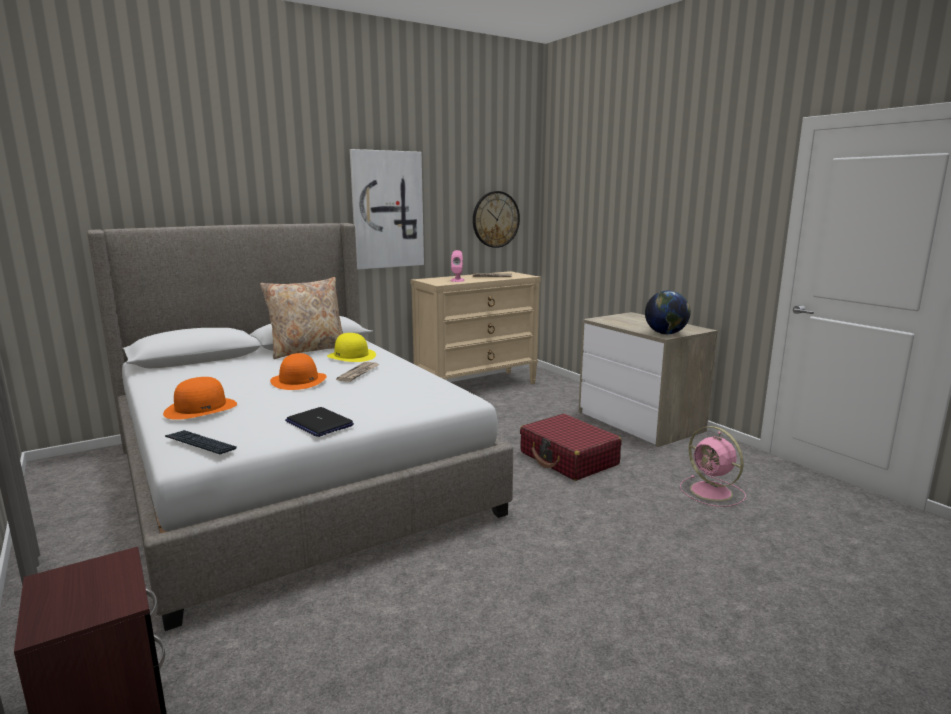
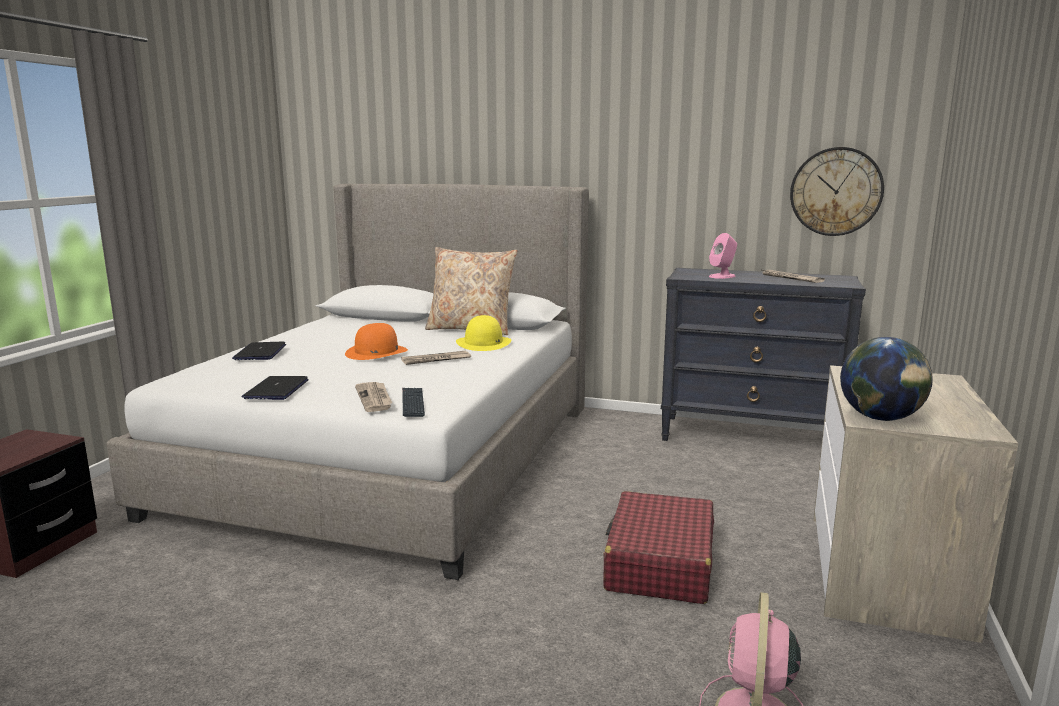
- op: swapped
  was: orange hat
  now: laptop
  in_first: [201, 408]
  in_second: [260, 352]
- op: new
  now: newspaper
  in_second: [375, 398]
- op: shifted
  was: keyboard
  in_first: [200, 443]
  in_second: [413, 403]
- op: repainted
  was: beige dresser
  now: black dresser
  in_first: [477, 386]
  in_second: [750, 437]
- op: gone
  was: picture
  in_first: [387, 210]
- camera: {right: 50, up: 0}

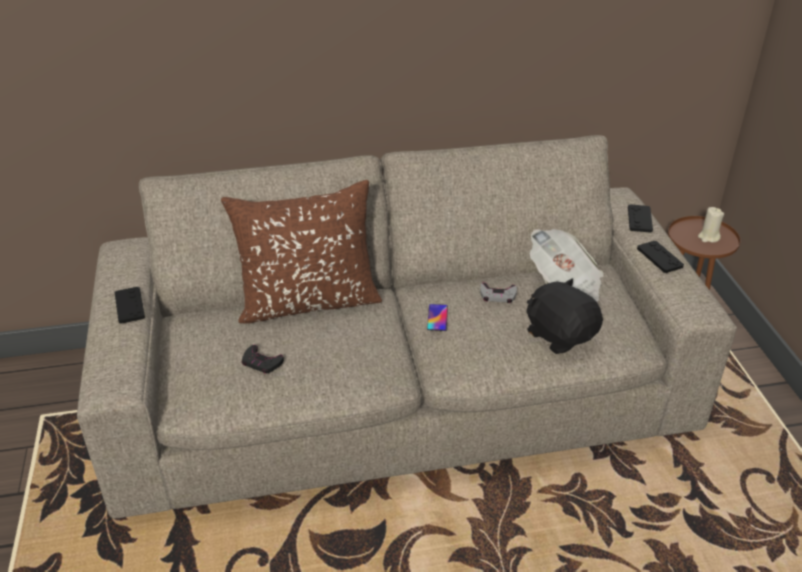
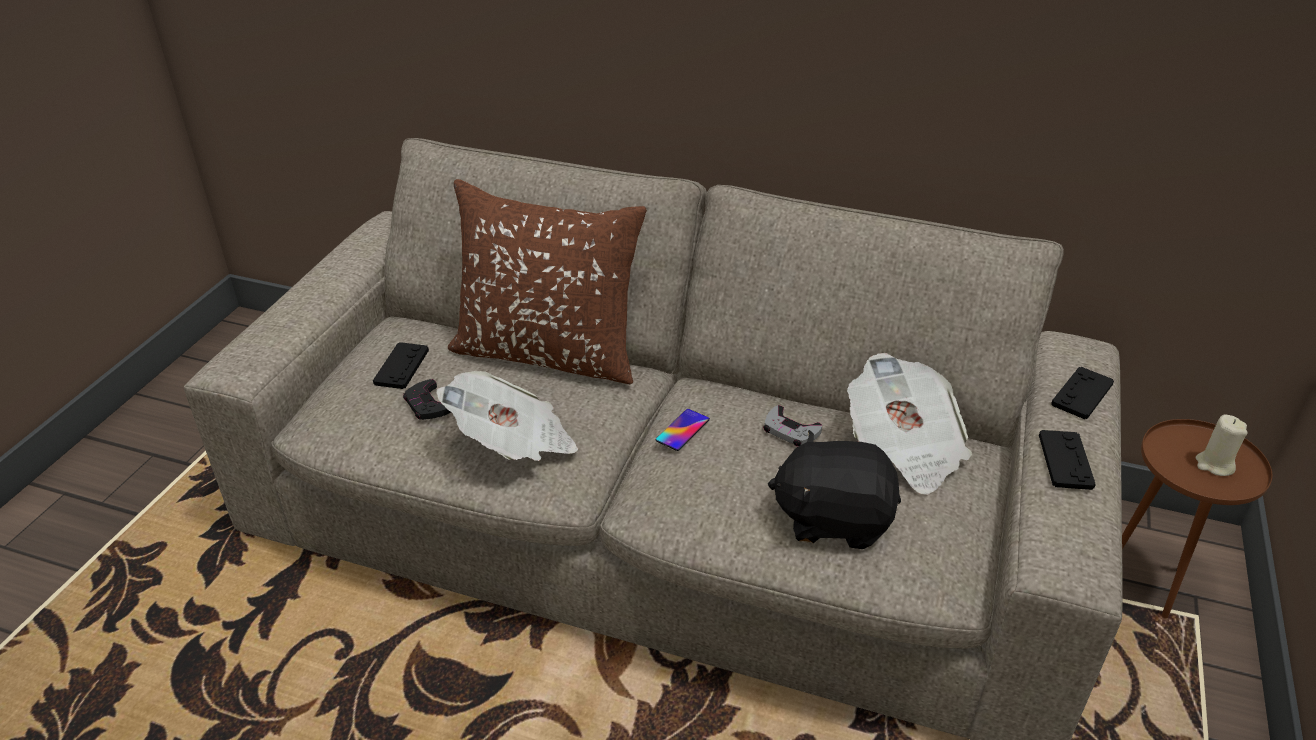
- op: shifted
  was: black game controller
  in_first: [129, 306]
  in_second: [401, 367]
- op: new
  now: newspaper
  in_second: [513, 444]
- op: rotated
  was: black plush toy
  in_first: [560, 335]
  in_second: [833, 518]
  clockwise: -75
- camera: {right: 30, up: 0}

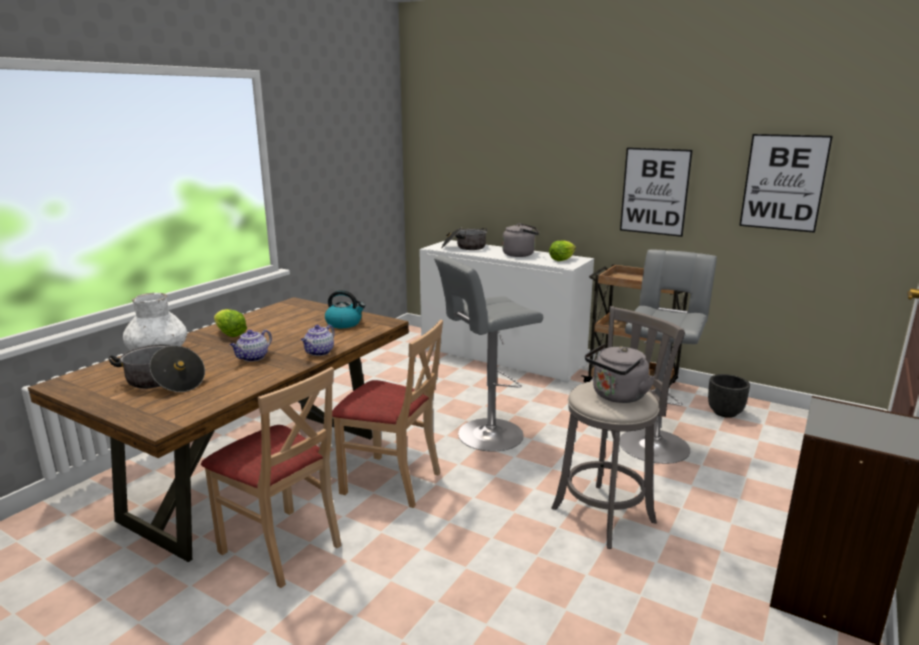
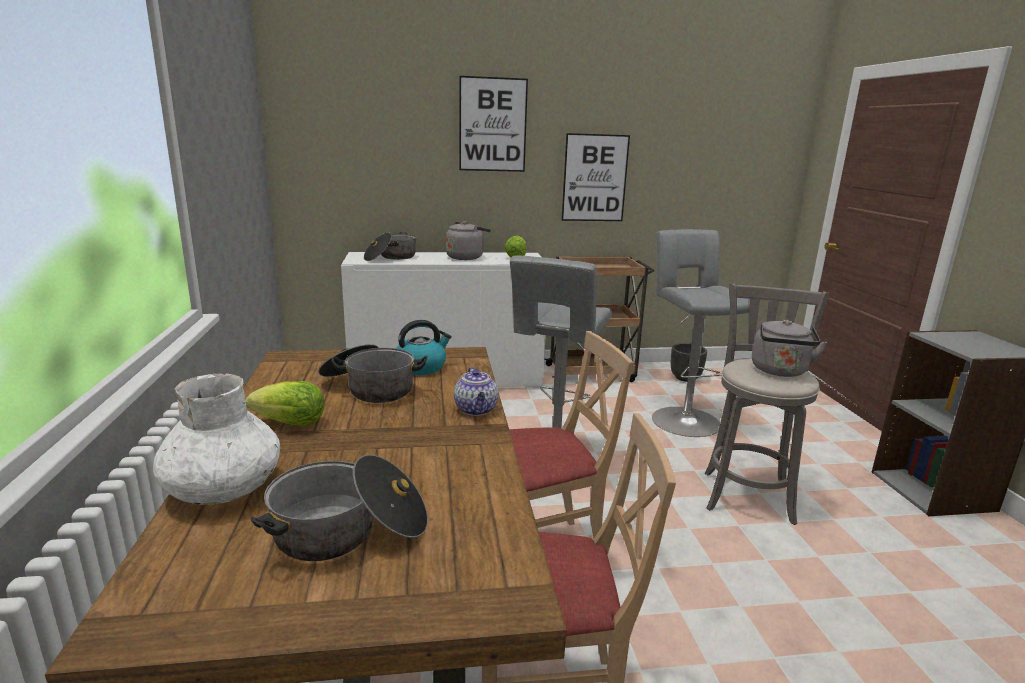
- op: new
  now: cooking pot
  in_second: [370, 388]
- op: shifted
  was: picture
  in_first: [783, 182]
  in_second: [492, 125]
- op: gone
  was: teapot
  in_first: [253, 358]
- camera: {right: -40, up: 0}

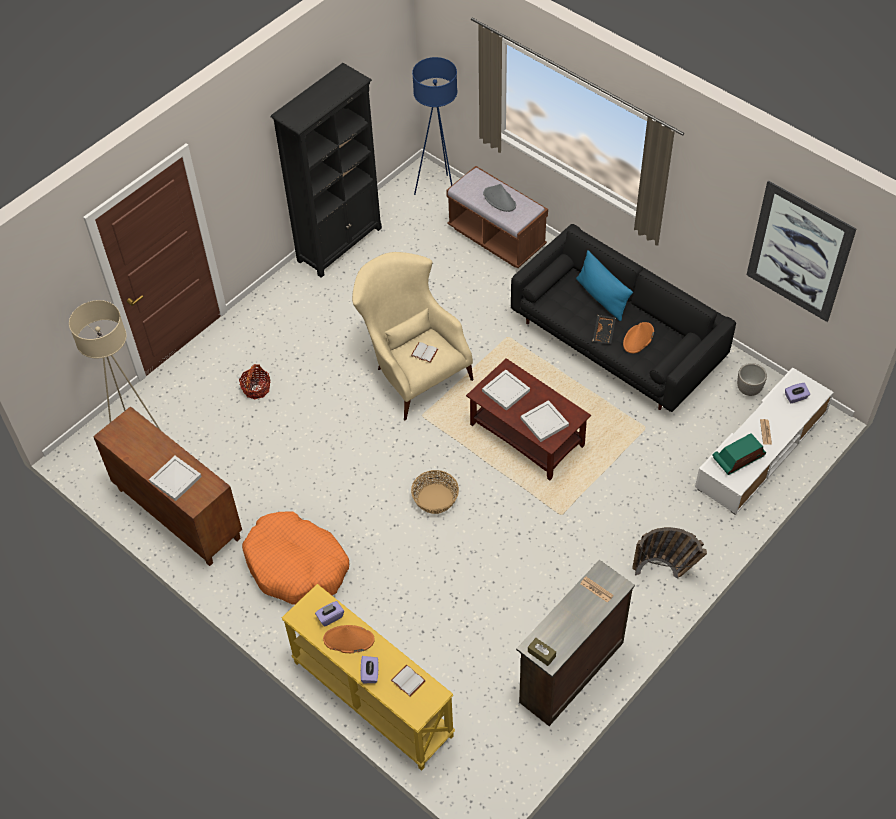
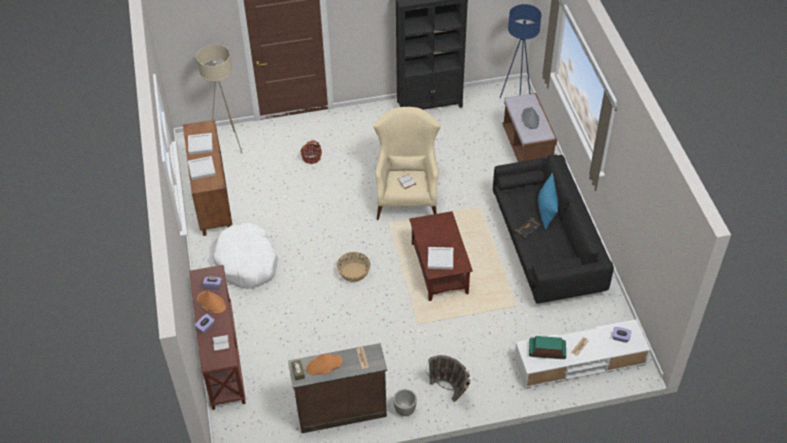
- op: shifted
  was: white tray
  in_first: [506, 390]
  in_second: [200, 144]
- op: repainted
  was: yellow console table
  now: brown console table
  in_first: [371, 699]
  in_second: [221, 356]
- op: repainted
  was: orange dog bed
  now: white dog bed
  in_first: [297, 565]
  in_second: [247, 262]
- op: shifted
  was: orange hat
  in_first: [638, 338]
  in_second: [324, 365]
- op: shifted
  was: planter
  in_first: [748, 389]
  in_second: [405, 410]
- op: gone
  was: picture
  in_first: [799, 252]
- camera: {right: 35, up: -5}

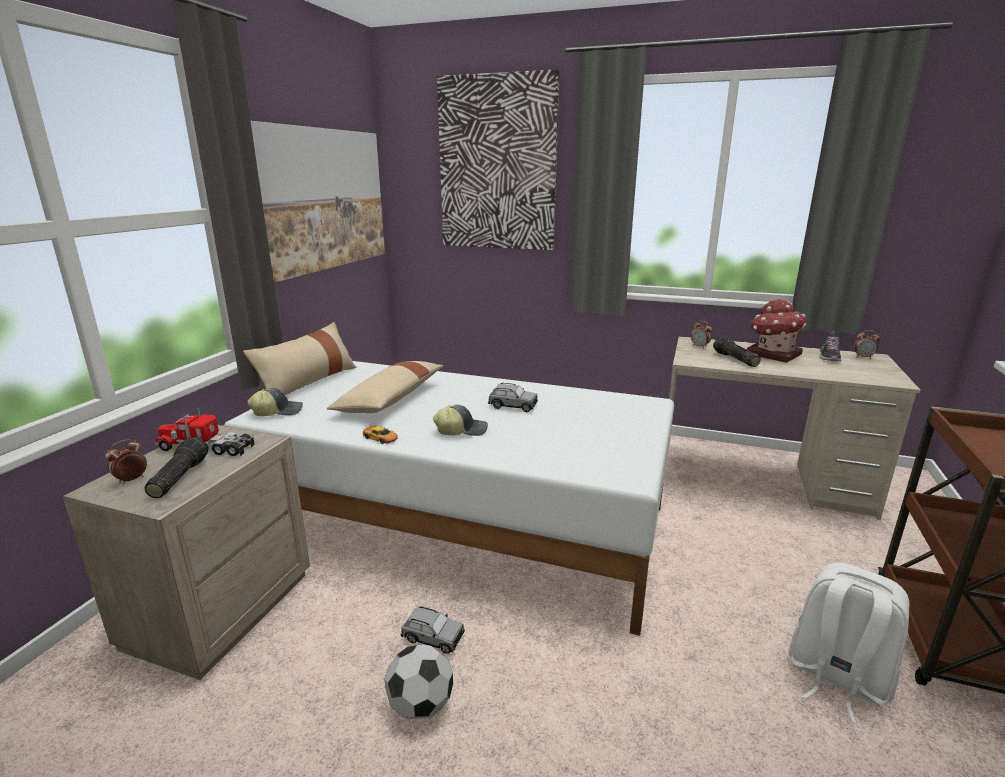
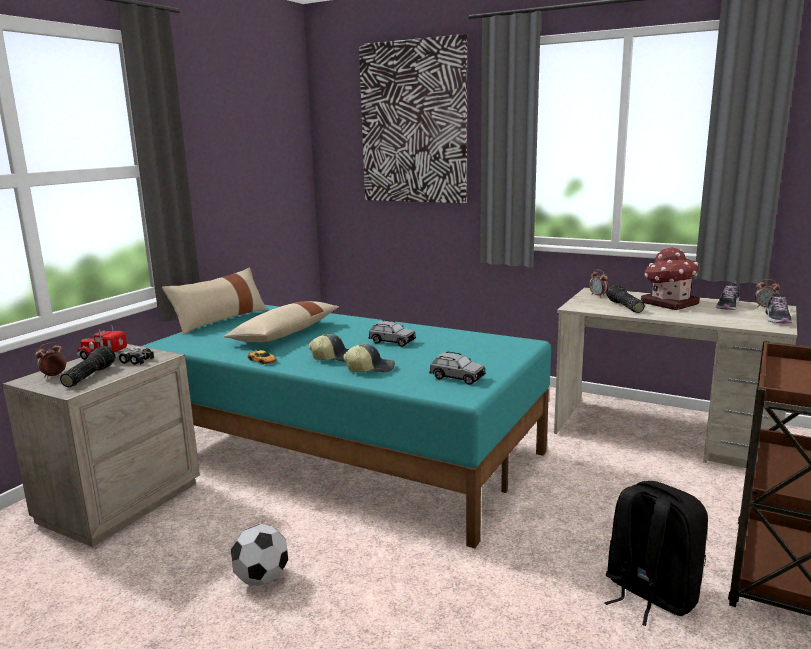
- op: repainted
  was: white bed
  now: turquoise bed
  in_first: [461, 519]
  in_second: [347, 451]
- op: shifted
  was: cap
  in_first: [278, 411]
  in_second: [370, 368]
- op: shifted
  was: grey toy car
  in_first: [433, 637]
  in_second: [457, 377]
- op: repainted
  was: white backpack
  now: black backpack
  in_first: [836, 677]
  in_second: [649, 594]
- op: new
  now: shoe
  in_second: [777, 319]
- op: gone
  was: picture
  in_first: [322, 199]
- camera: {right: 10, up: -5}

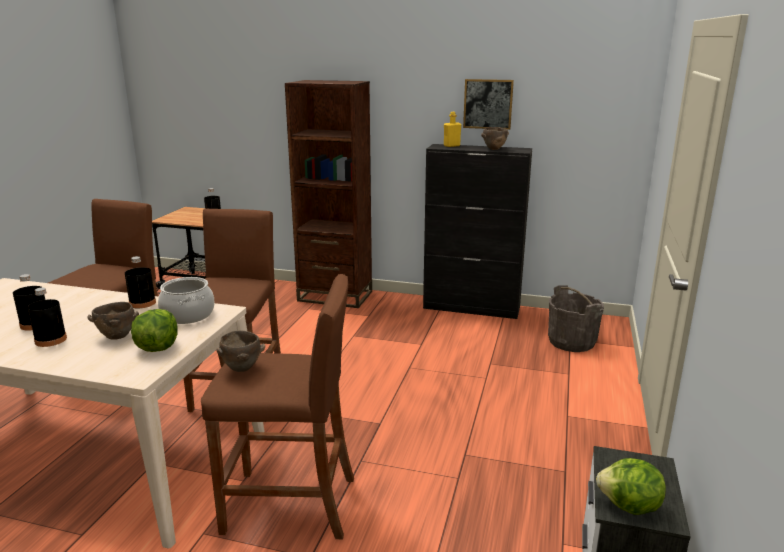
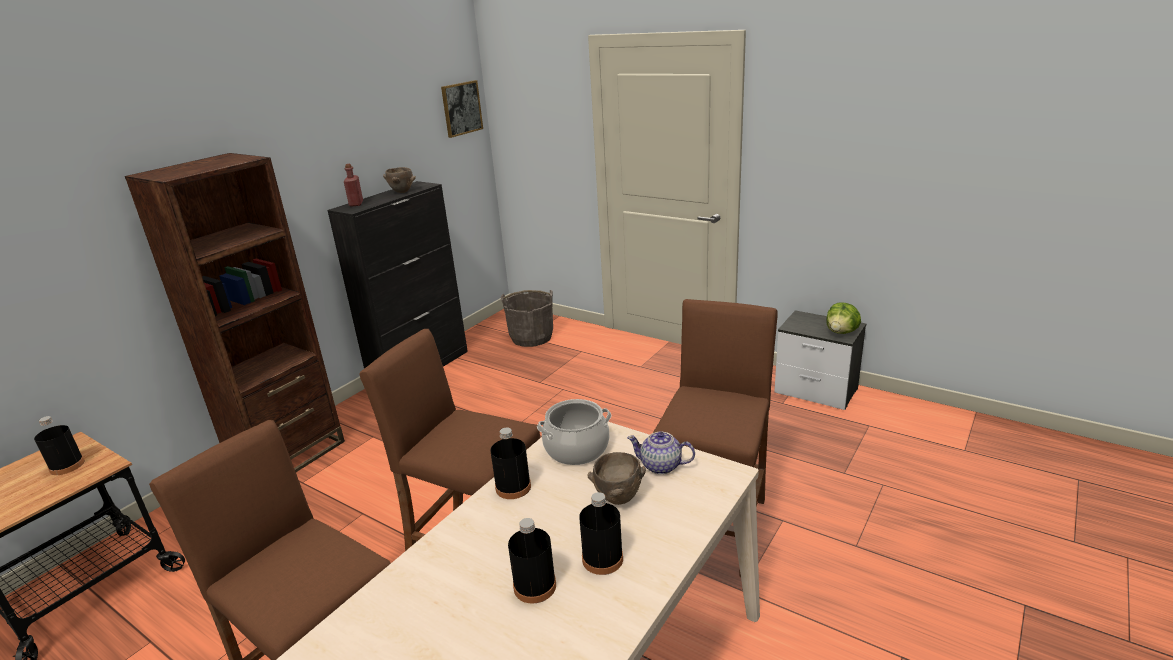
- op: repainted
  was: yellow bottle
  now: red bottle
  in_first: [451, 146]
  in_second: [356, 204]
- op: shifted
  was: picture
  in_first: [488, 104]
  in_second: [461, 108]
- op: swapped
  was: lettuce
  now: teapot
  in_first: [157, 347]
  in_second: [661, 466]
- op: gone
  was: brown bowl
  in_first: [242, 369]
- camera: {right: -70, up: 5}

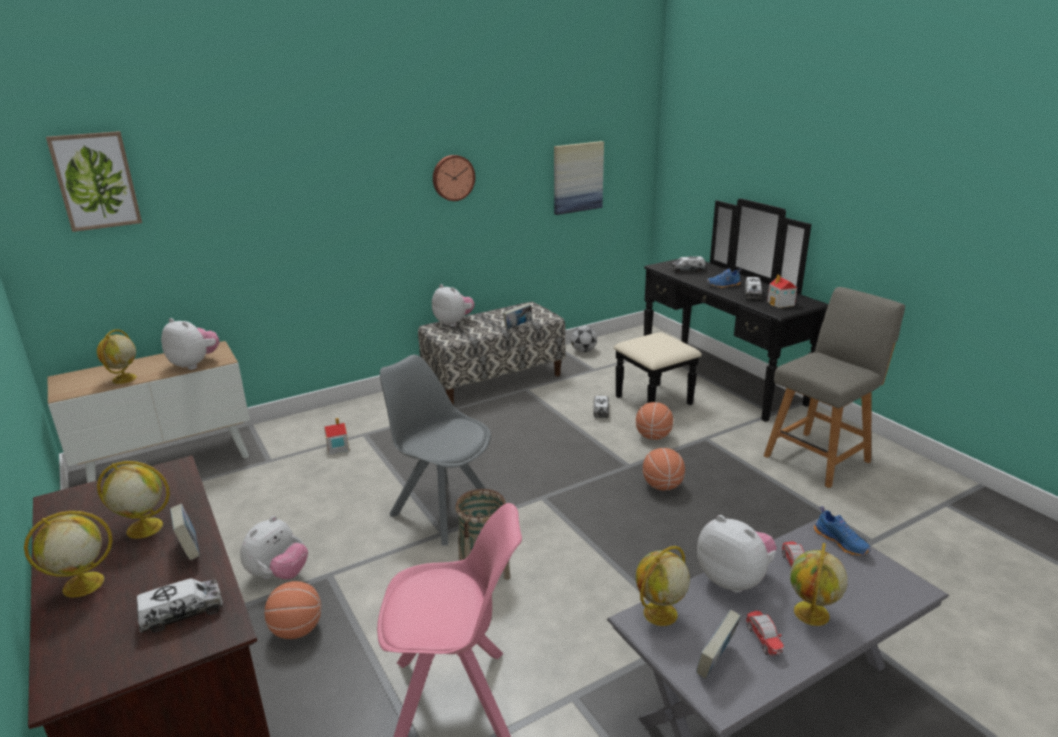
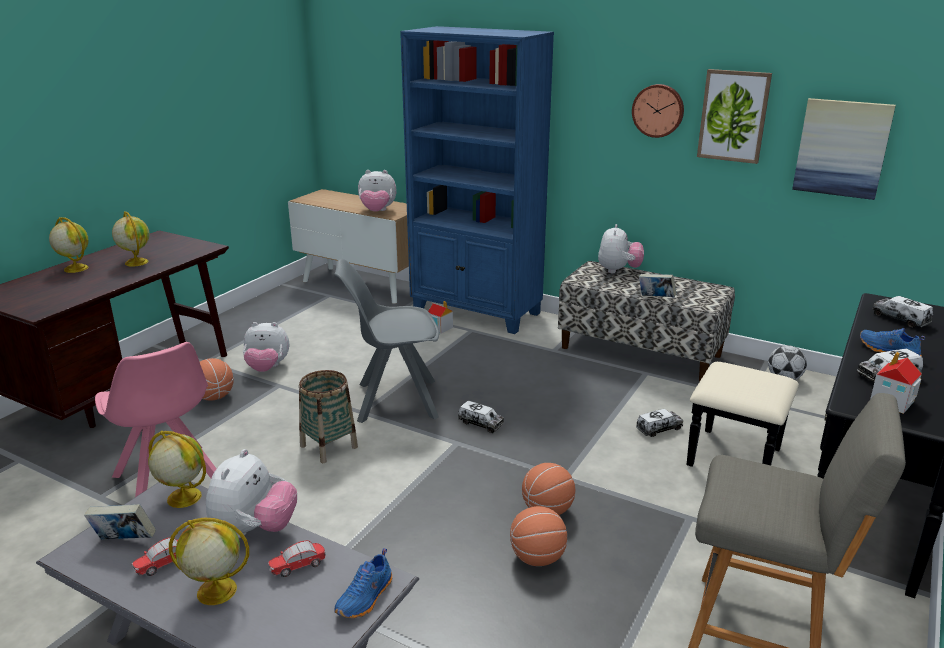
- op: rotated
  was: grey chair
  in_first: [442, 510]
  in_second: [394, 401]
  clockwise: -105
- op: rotated
  was: plush toy
  in_first: [195, 364]
  in_second: [377, 211]
  clockwise: 90
- op: new
  now: blue bookcase
  in_second: [476, 312]
- op: shifted
  was: toy truck
  in_first: [182, 613]
  in_second: [480, 423]
- op: shifted
  was: basketball
  in_first: [653, 436]
  in_second: [537, 558]
- op: shifted
  was: picture
  in_first: [95, 181]
  in_second: [733, 116]
- op: gone
  was: globe
  in_first: [124, 379]
- op: gone
  was: book
  in_first: [190, 550]
- camera: {right: 60, up: 0}

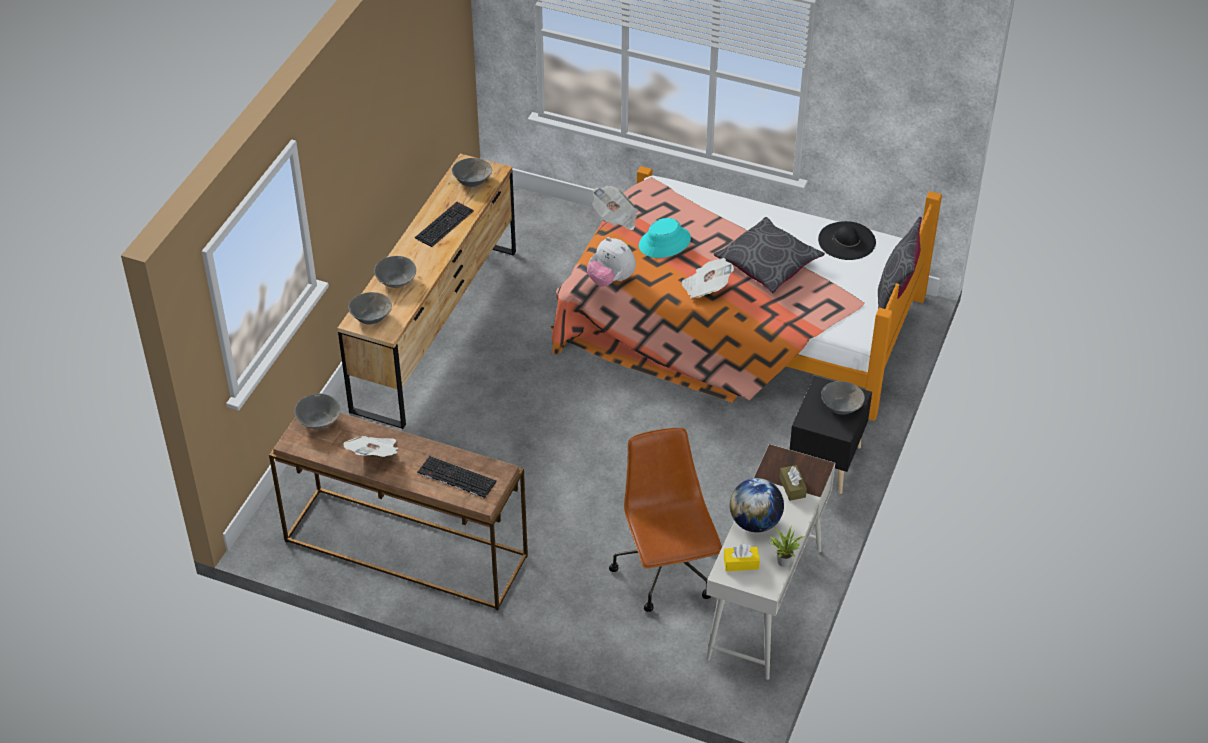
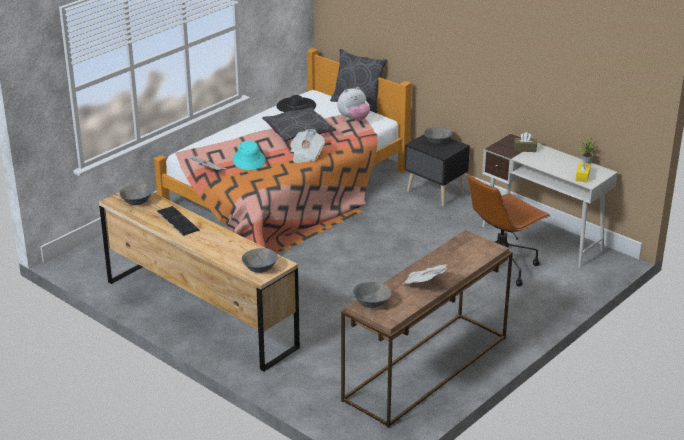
- op: shifted
  was: plush toy
  in_first: [611, 280]
  in_second: [354, 119]
- op: rotated
  was: brown office chair
  in_first: [667, 572]
  in_second: [500, 266]
  clockwise: -45
- op: gone
  was: grey bowl
  in_first: [395, 281]
- op: gone
  was: keyboard
  in_first: [455, 478]
- op: gone
  was: globe
  in_first: [755, 522]
- camera: {right: -70, up: -15}

